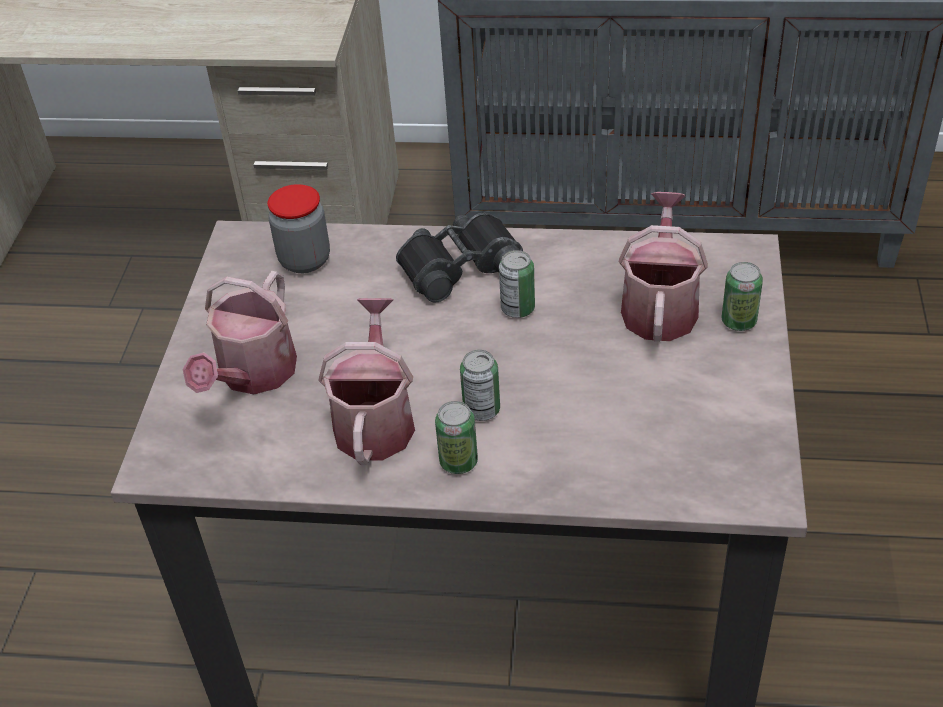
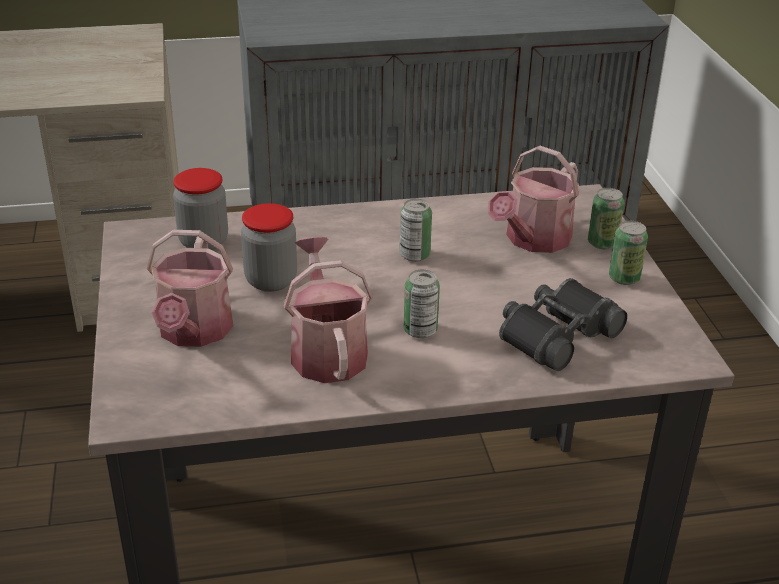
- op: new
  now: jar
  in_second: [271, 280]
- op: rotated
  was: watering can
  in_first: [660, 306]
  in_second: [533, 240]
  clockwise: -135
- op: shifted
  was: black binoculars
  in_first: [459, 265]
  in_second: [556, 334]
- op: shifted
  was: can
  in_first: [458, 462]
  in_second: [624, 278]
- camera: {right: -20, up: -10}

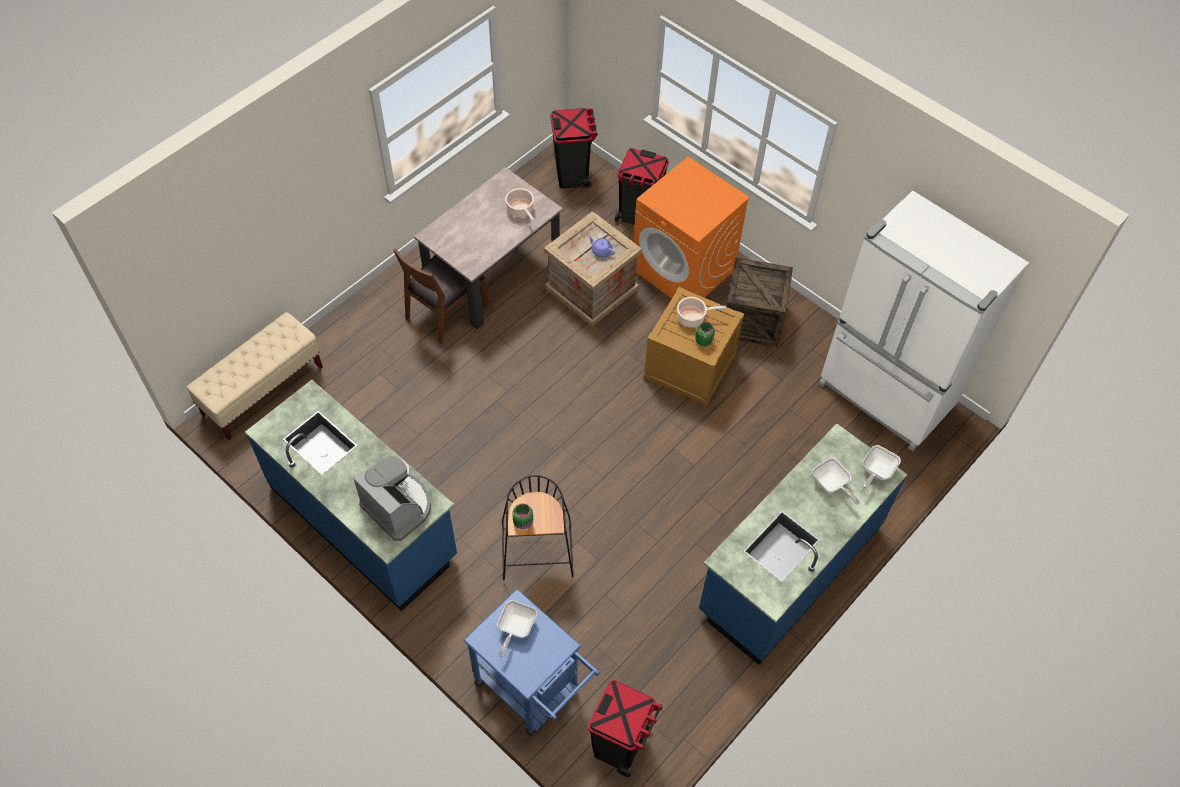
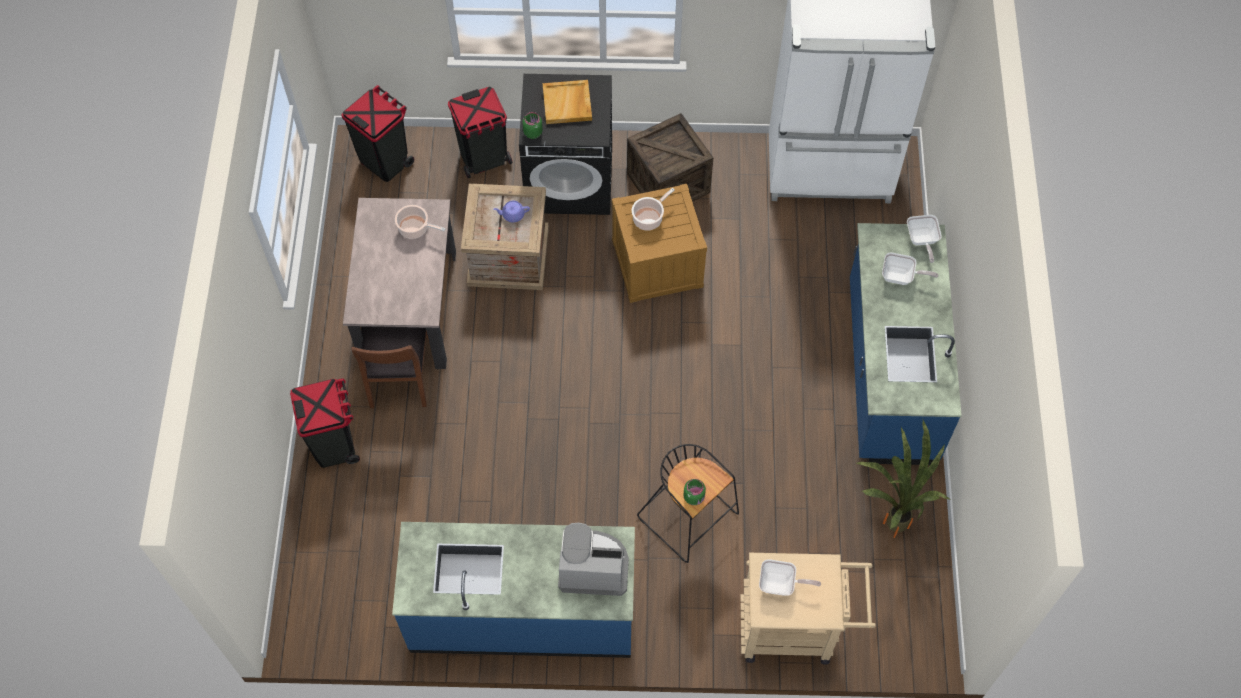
- op: shifted
  was: black trash can
  in_first: [620, 744]
  in_second: [335, 444]
- op: repainted
  was: orange washing machine
  now: black washing machine
  in_first: [684, 270]
  in_second: [570, 180]
- op: shifted
  was: green jar
  in_first: [704, 340]
  in_second: [533, 132]
- op: new
  now: beige tray
  in_second: [567, 104]
- op: repainted
  was: blue cart
  now: beige cart
  in_first: [533, 690]
  in_second: [796, 628]
- op: rotated
  was: frying pan
  in_first: [515, 629]
  in_second: [780, 584]
  clockwise: -60
- op: new
  now: potted plant
  in_second: [893, 518]
- op: gone
  was: beige bench
  in_first: [263, 390]
- camera: {right: -40, up: 5}

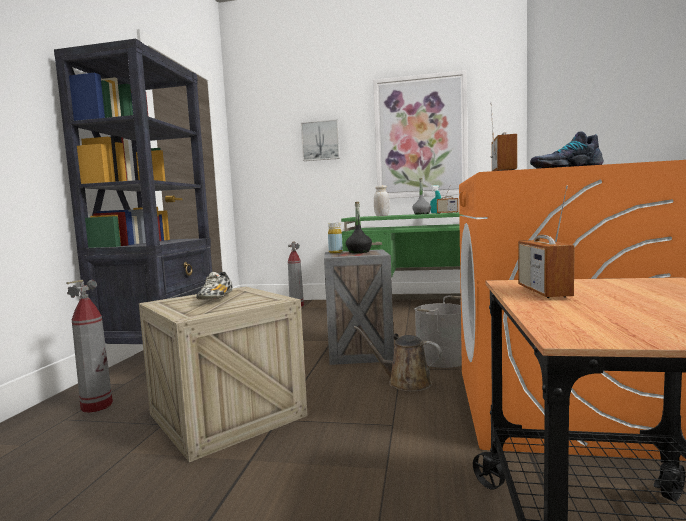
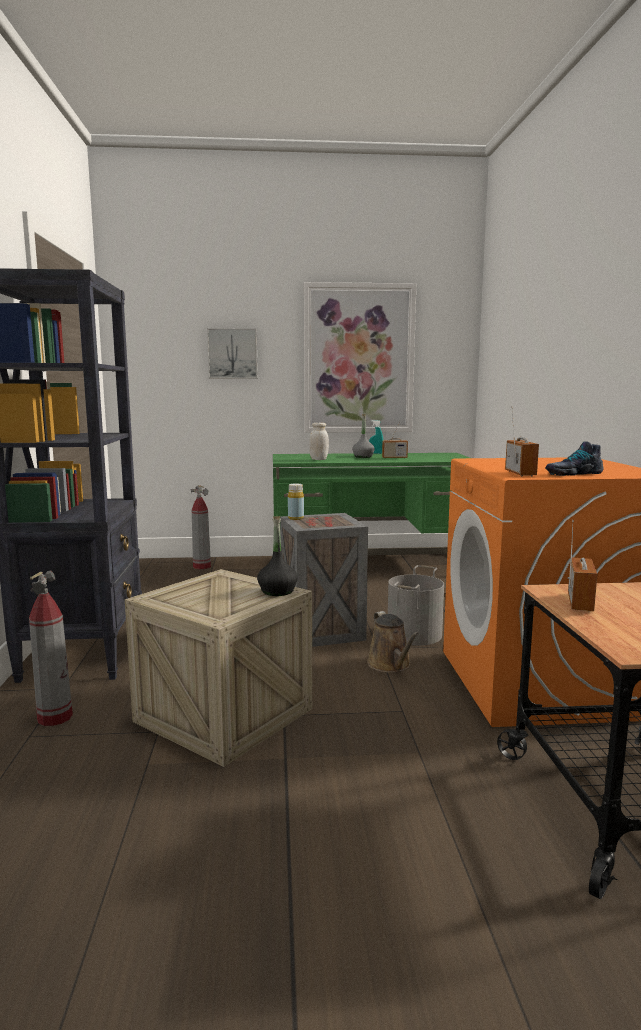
- op: shifted
  was: black bottle
  in_first: [359, 252]
  in_second: [277, 591]
- op: rotated
  was: brown watering can
  in_first: [405, 383]
  in_second: [391, 665]
  clockwise: -120
- op: rotated
  was: radio
  in_first: [543, 292]
  in_second: [580, 603]
  clockwise: -150
- op: gone
  was: shoe
  in_first: [216, 299]
- camera: {right: -15, up: 5}

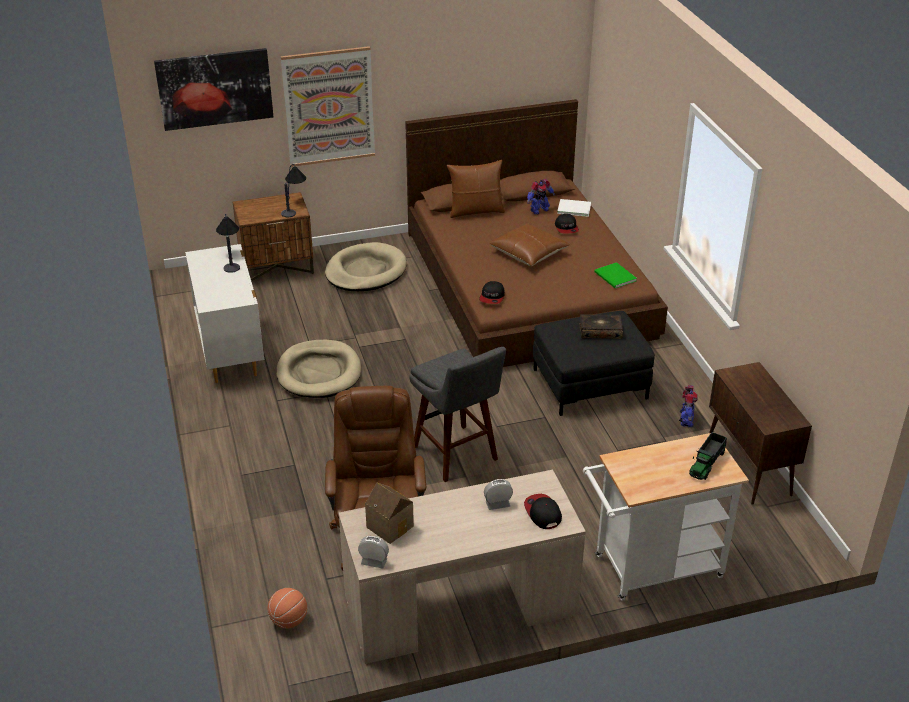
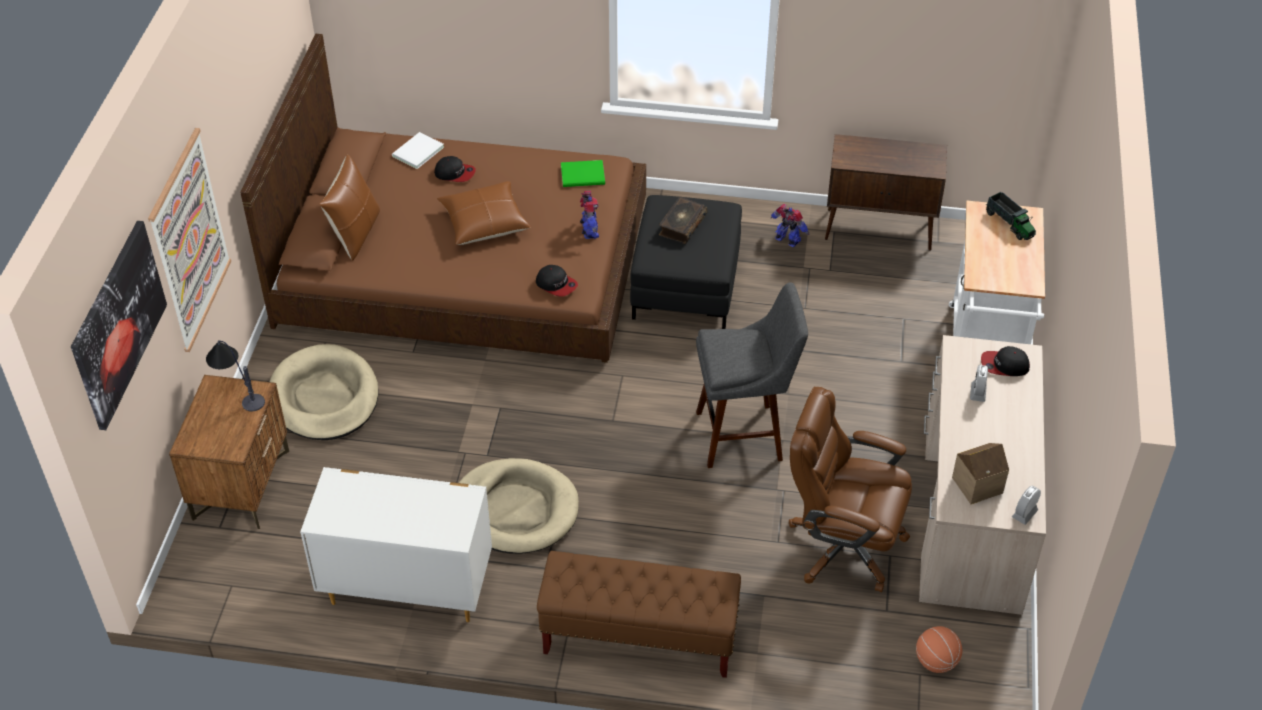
- op: new
  now: brown bench
  in_second: [638, 638]
- op: shifted
  was: toy robot
  in_first: [539, 210]
  in_second: [589, 231]
- op: gone
  was: table lamp
  in_first: [231, 259]
- camera: {right: -65, up: 10}

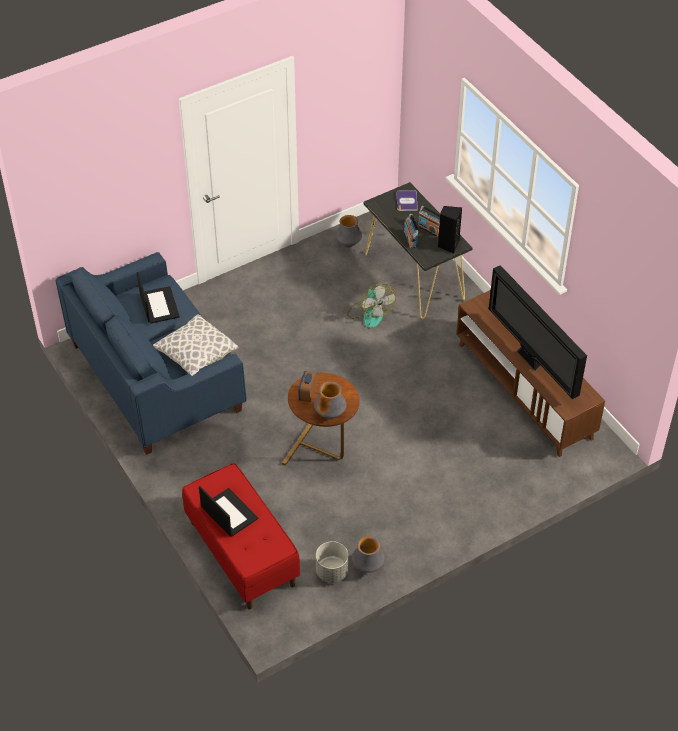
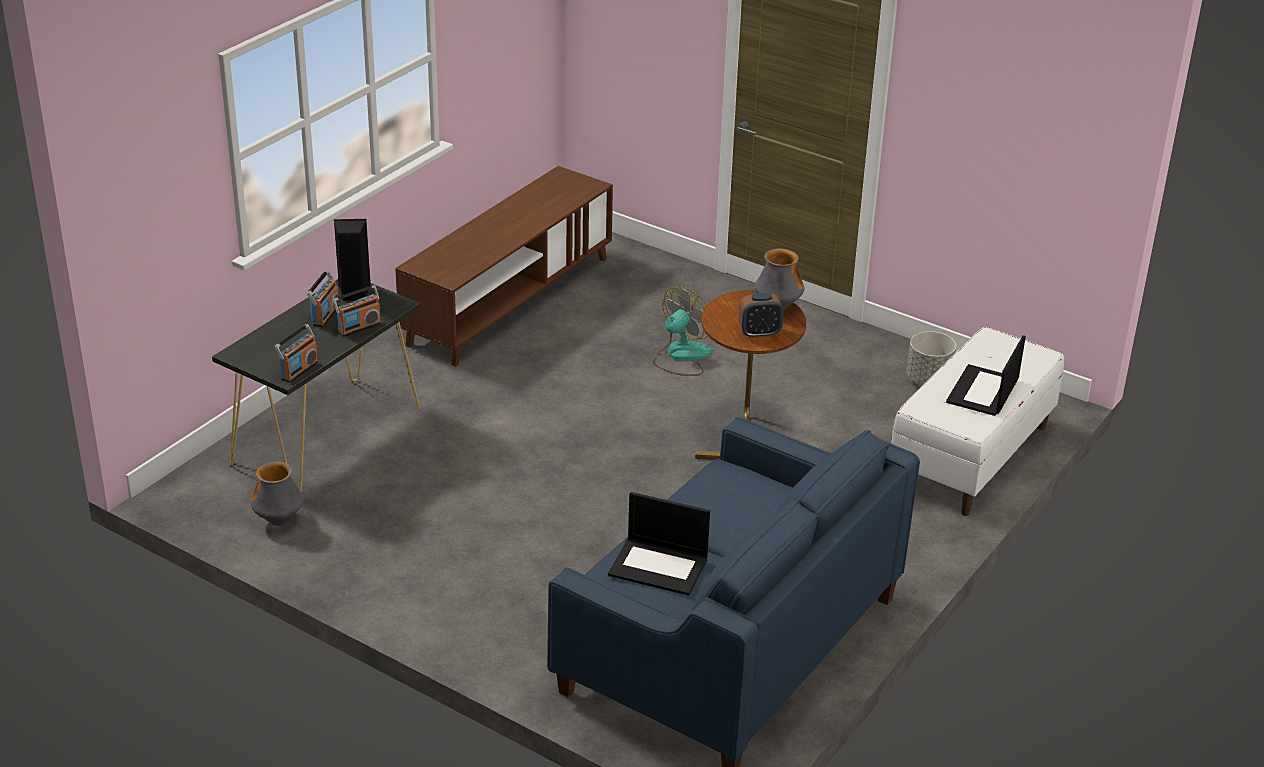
- op: new
  now: radio
  in_second: [299, 370]
- op: rotated
  was: laptop
  in_first: [158, 305]
  in_second: [659, 566]
  clockwise: -120
- op: shifted
  was: fan
  in_first: [370, 313]
  in_second: [681, 356]
- op: repainted
  was: red bench
  now: white bench
  in_first: [241, 553]
  in_second: [972, 457]
- op: gone
  was: pillow
  in_first: [196, 355]
- op: gone
  was: vase
  in_first: [367, 567]
- op: gone
  was: book
  in_first: [406, 201]
- op: gone
  was: television
  in_first: [530, 360]
- camera: {right: -115, up: -15}

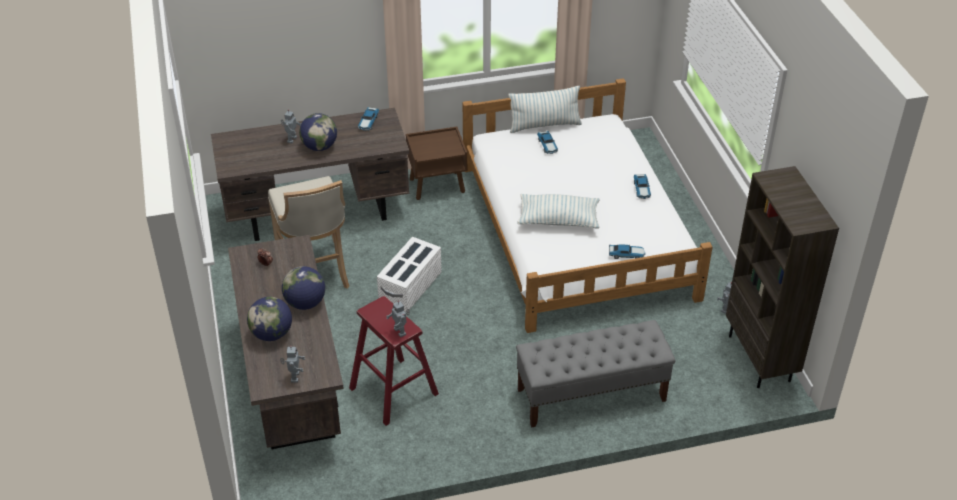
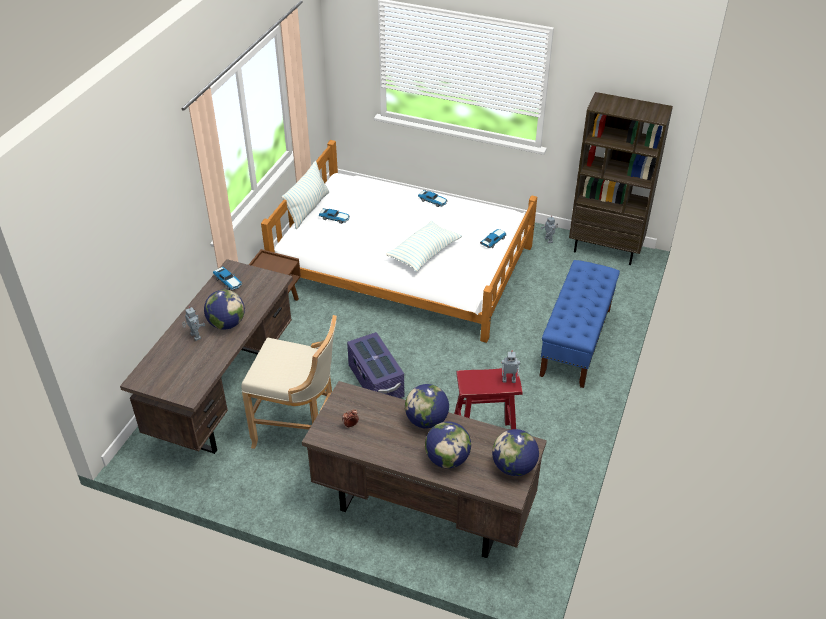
- op: repainted
  was: white storage box
  now: purple storage box
  in_first: [410, 287]
  in_second: [376, 382]
- op: swapped
  was: toy robot
  now: globe
  in_first: [294, 377]
  in_second: [514, 467]
- op: repainted
  was: grey bench
  now: blue bench
  in_first: [591, 395]
  in_second: [576, 342]
- camera: {right: -55, up: 0}

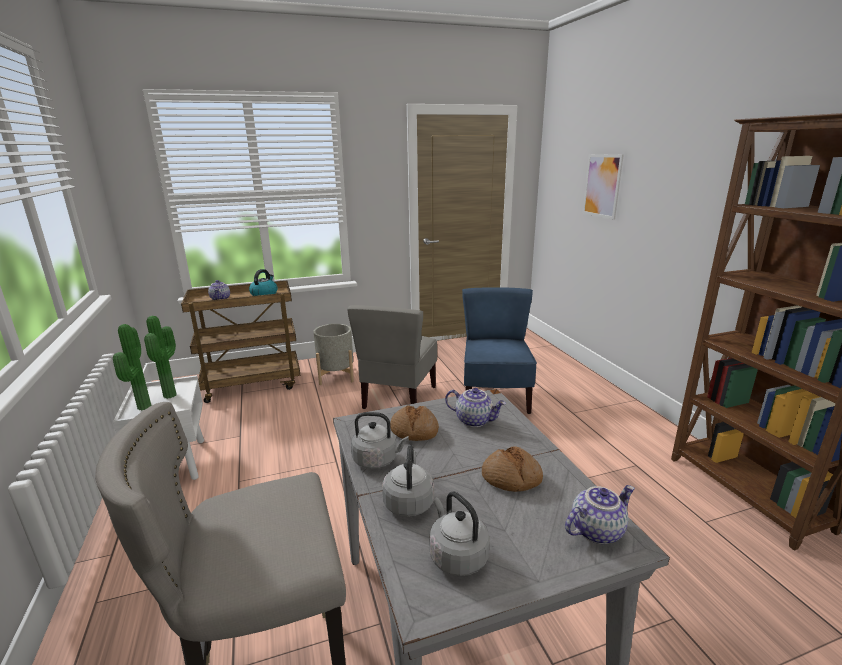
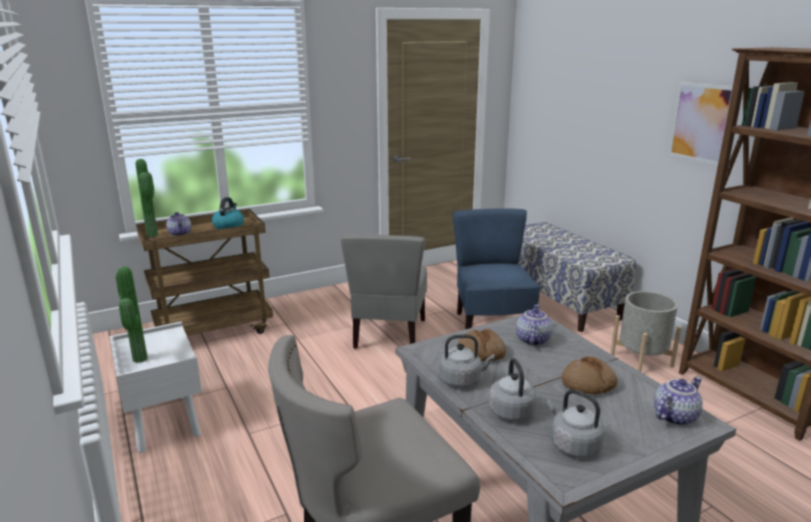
- op: shifted
  was: potted plant
  in_first: [172, 395]
  in_second: [154, 235]
- op: rotated
  was: teapot
  in_first: [474, 420]
  in_second: [532, 340]
  clockwise: -90
- op: new
  now: bench
  in_second: [558, 301]
- op: shifted
  was: grey planter
  in_first: [336, 376]
  in_second: [641, 360]
- op: shifted
  was: picture
  in_first: [602, 185]
  in_second: [700, 123]
- camera: {right: -10, up: 0}

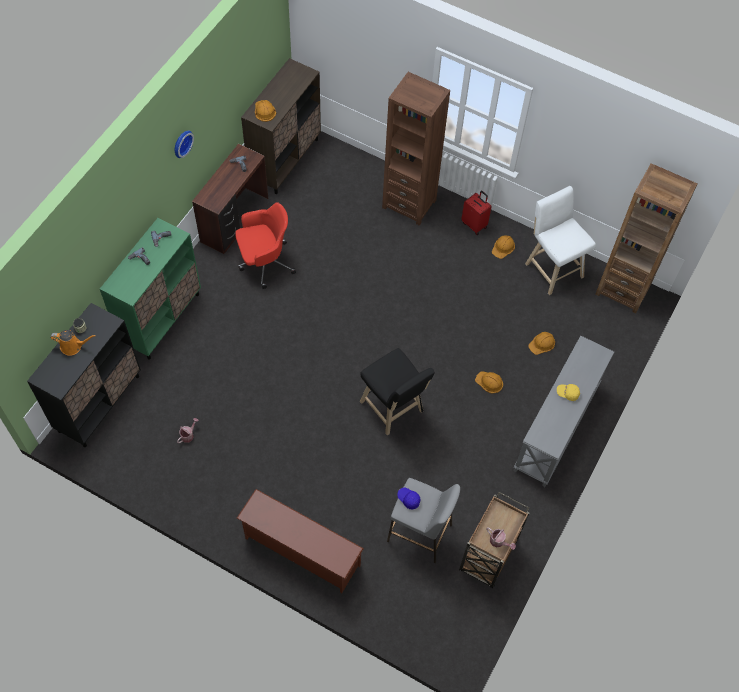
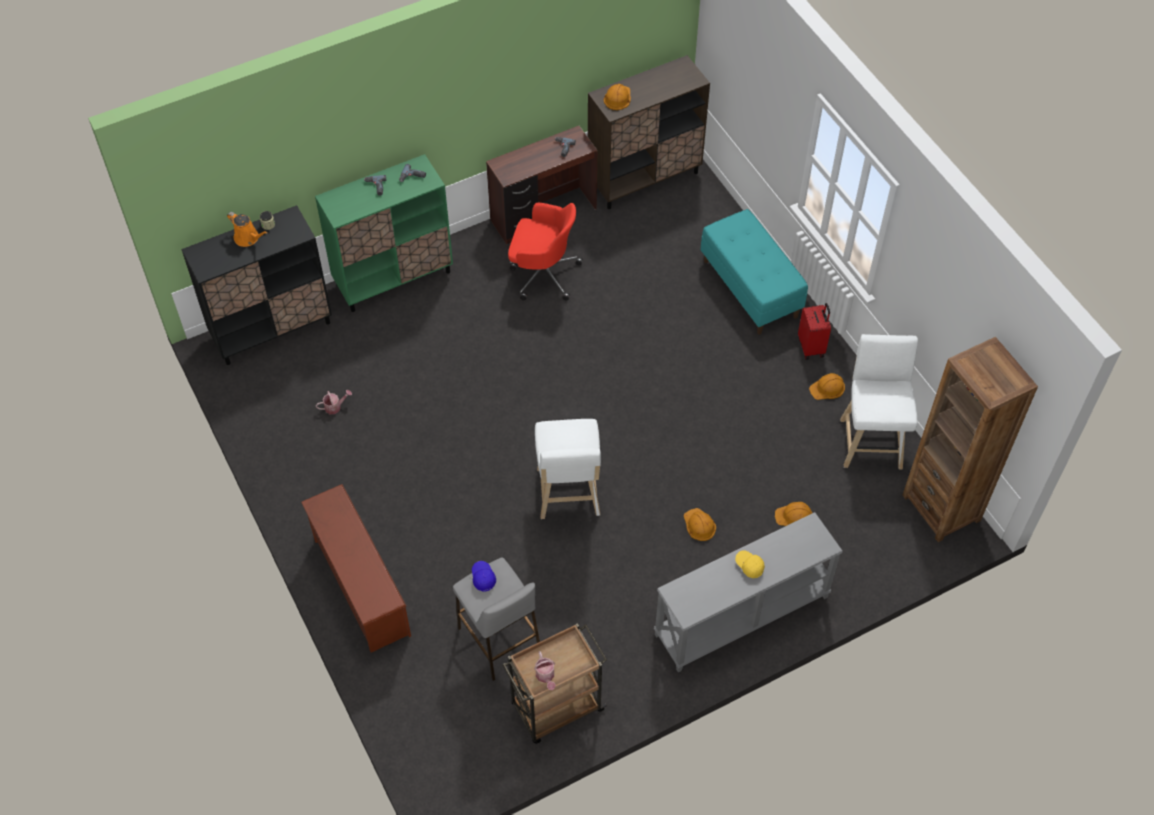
- op: repainted
  was: black stool
  now: white stool
  in_first: [393, 409]
  in_second: [568, 496]
- op: swapped
  was: brown bookcase
  now: turquoise bench
  in_first: [409, 204]
  in_second: [751, 288]
- op: gone
  was: wall clock
  in_first: [181, 143]
- camera: {right: 35, up: -5}

